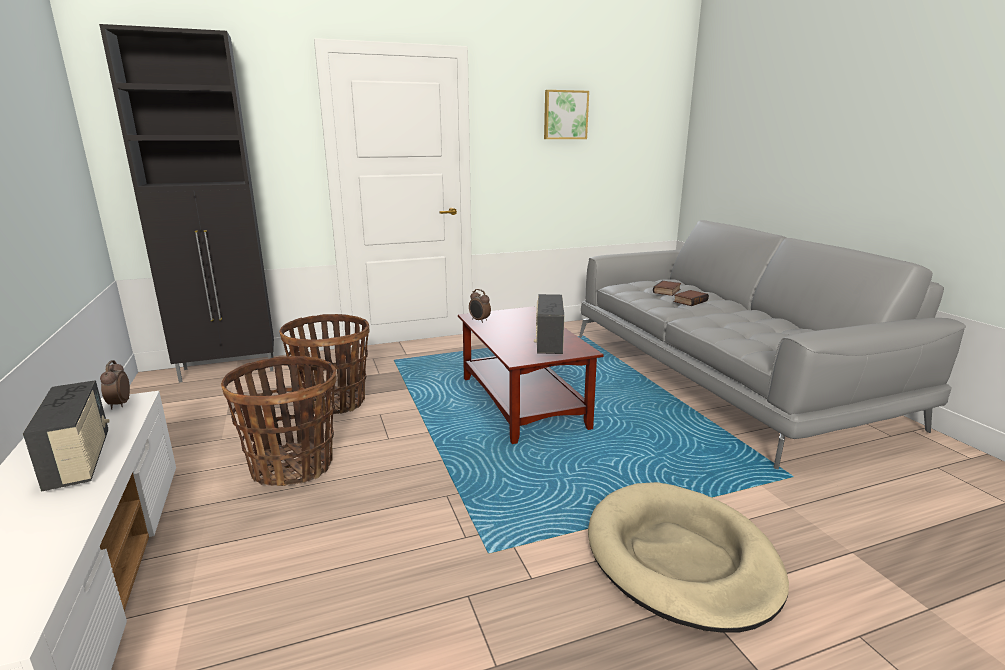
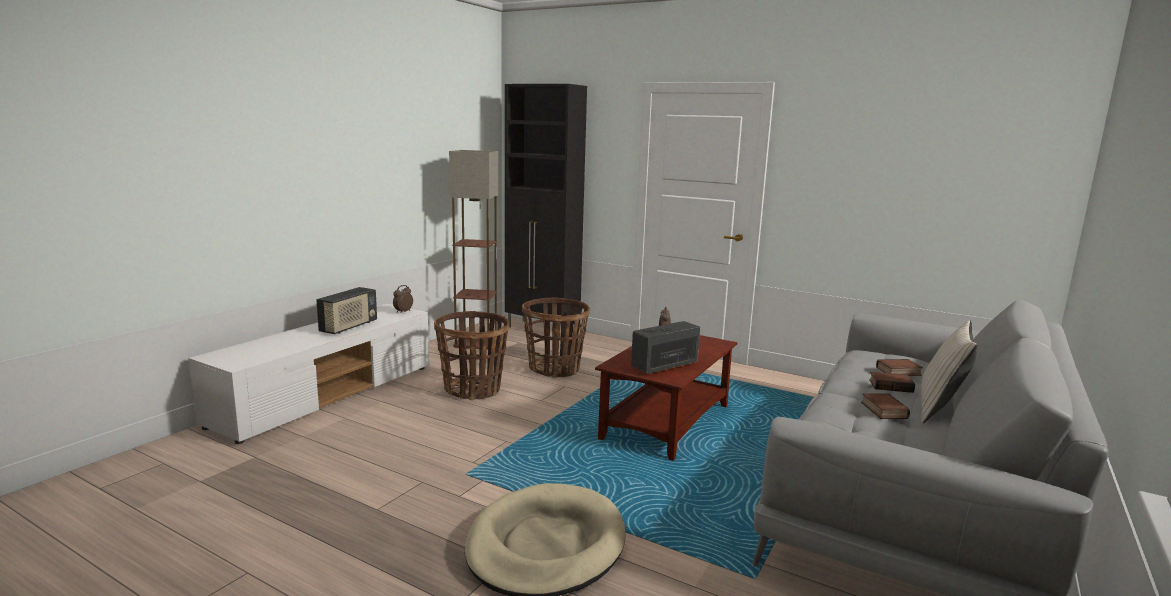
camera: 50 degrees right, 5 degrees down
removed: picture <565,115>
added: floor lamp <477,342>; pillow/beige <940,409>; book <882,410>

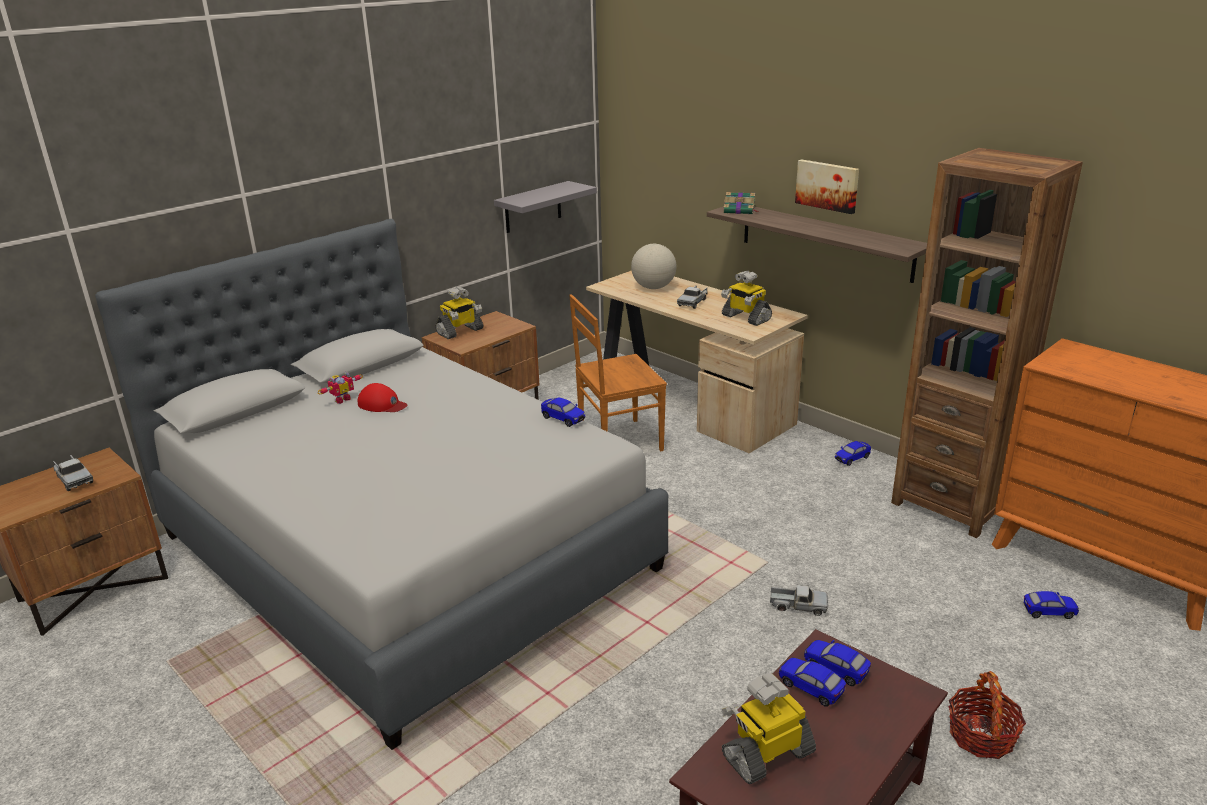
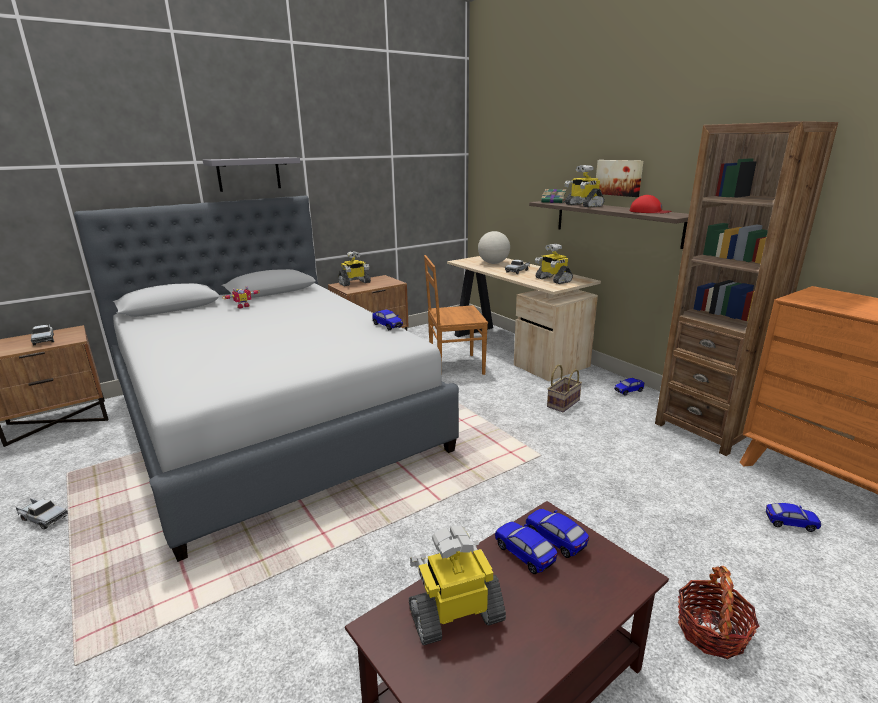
camera: 10 degrees right, 5 degrees down
added: toy robot <583,205>; basket <563,403>
moved: shelf/grey <533,207> to <249,174>; cap/red <382,404> to <649,211>; toy truck <798,606> to <43,518>

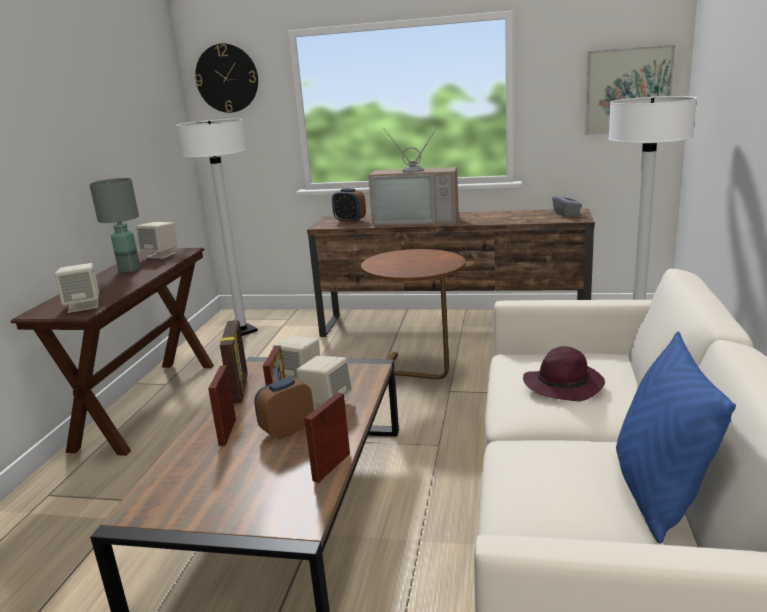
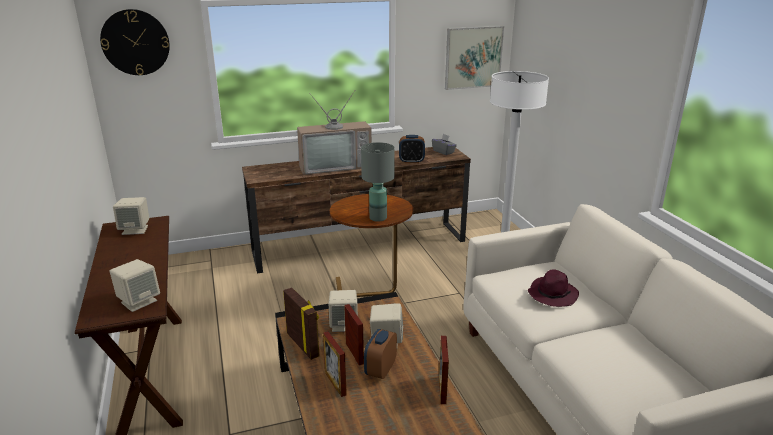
camera: 30 degrees left, 5 degrees up
removed: floor lamp/white <242,331>; pillow/blue <657,494>
moved: table lamp/grey <130,270> to <378,218>; alarm clock <350,221> to <411,161>

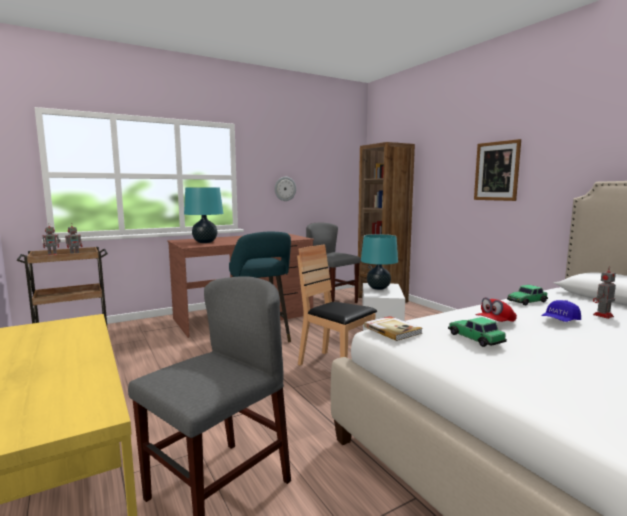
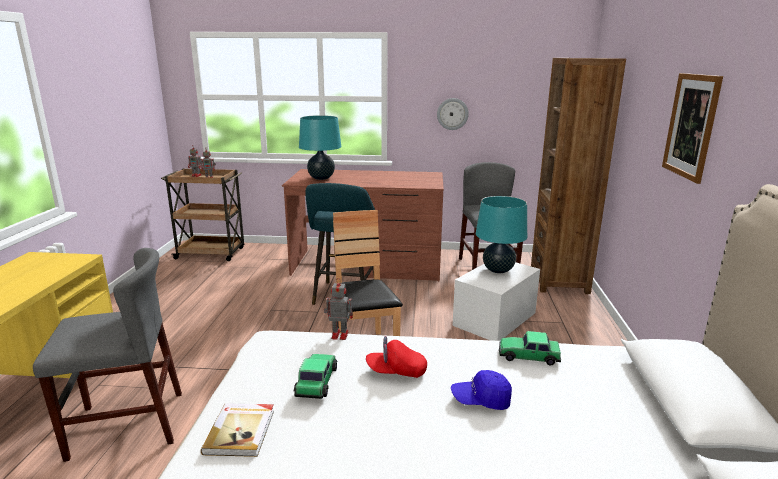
camera: 35 degrees right, 10 degrees up
moved: toy robot <602,316> to <338,335>; book <392,330> to <241,431>

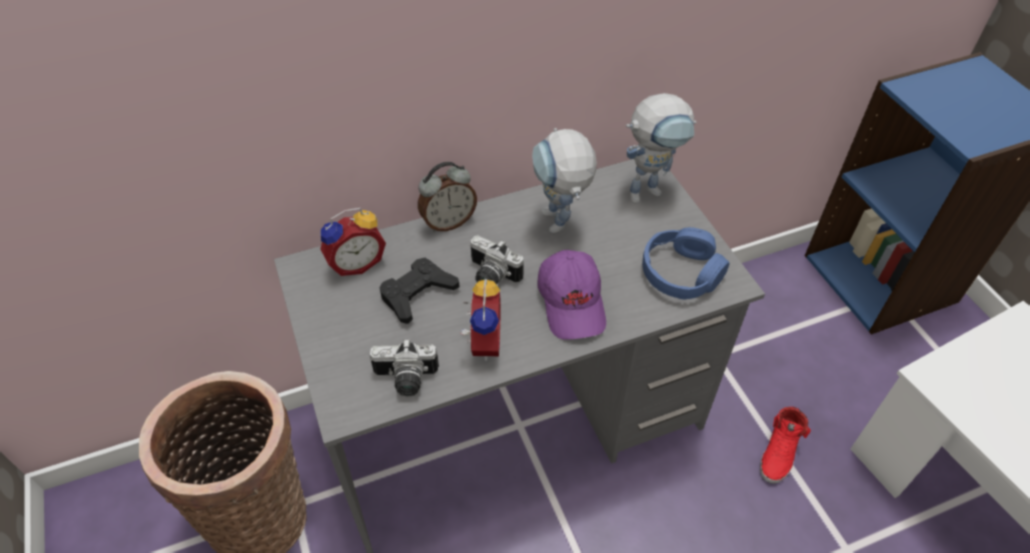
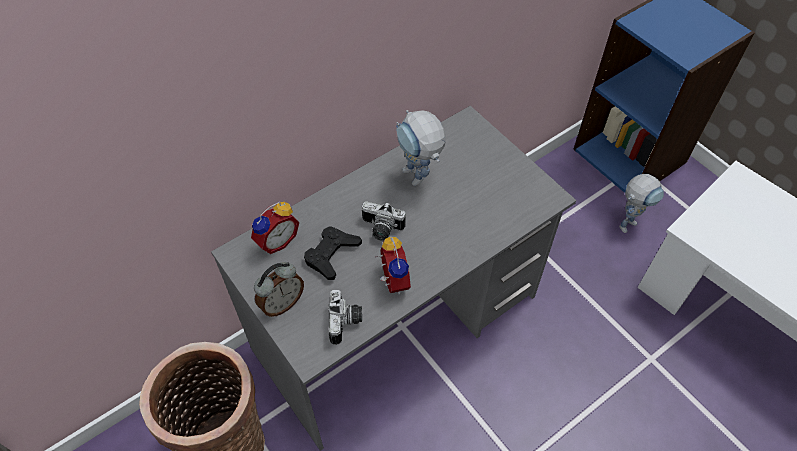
camera: 15 degrees left, 5 degrees up
removed: headphones/blue <681,273>; cap/purple <572,303>; shoe/red <779,452>
moved: toy robot <650,190> to <629,221>; alarm clock <448,222> to <282,303>
turned: photo camera <405,380> = <346,322> 75 degrees counterclockwise

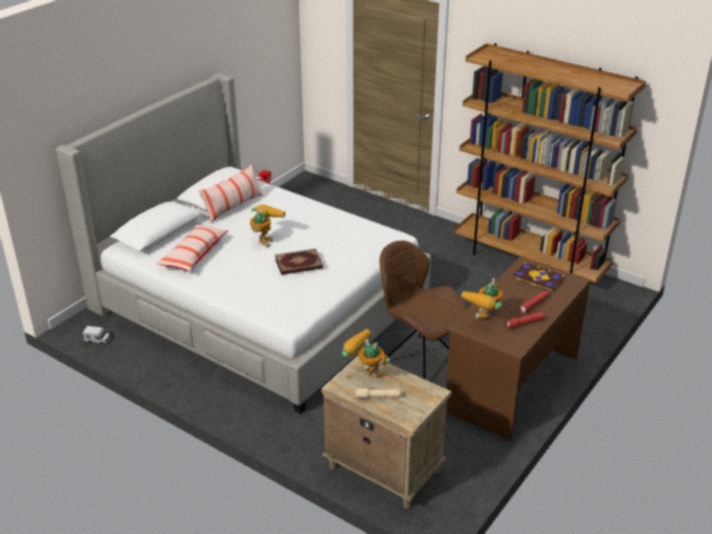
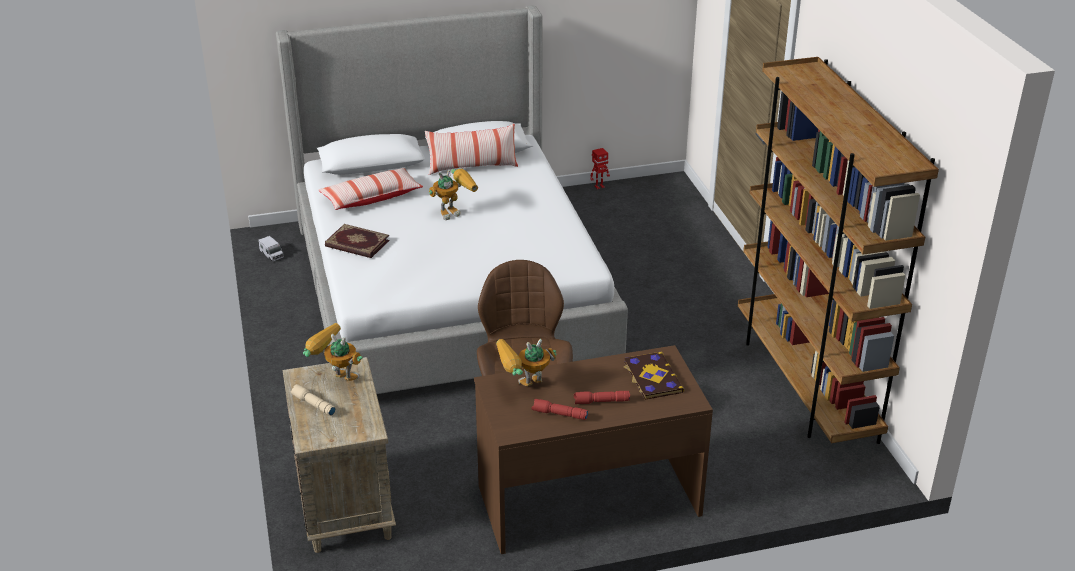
camera: 40 degrees right, 0 degrees up
moved: book <299,264> to <357,244>
turned: toy robot <365,374> = <336,378> 45 degrees counterclockwise

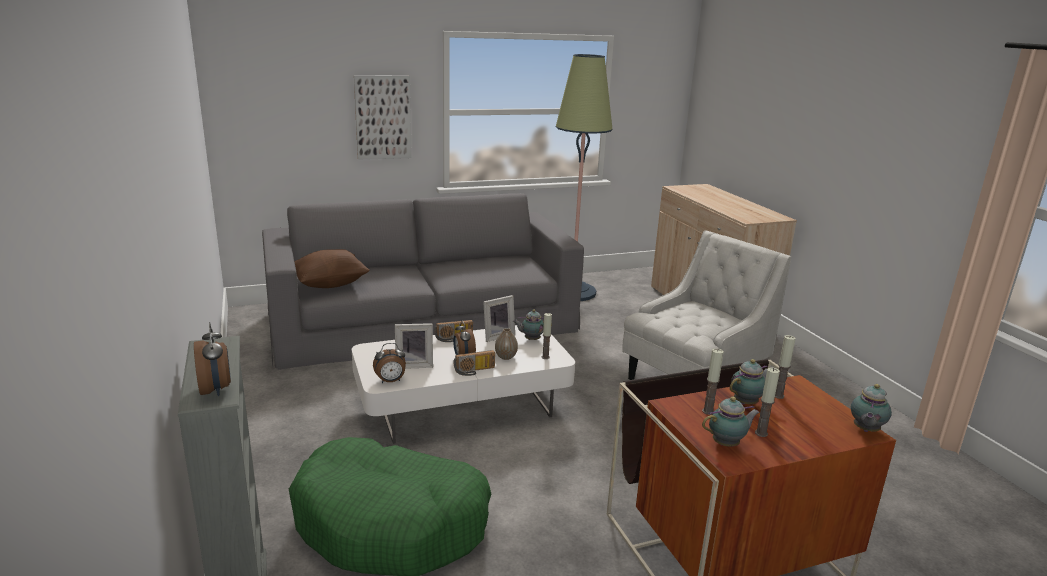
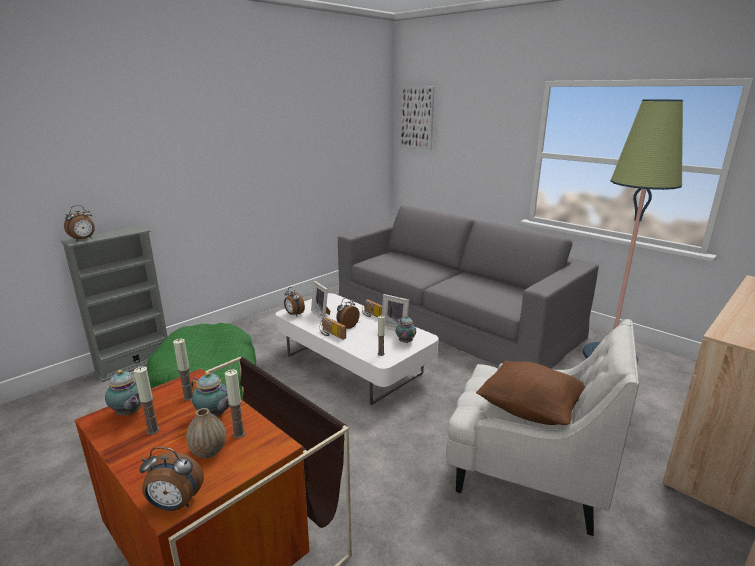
camera: 65 degrees right, 0 degrees up
moved: picture <383,117> to <417,118>; pillow/brown <330,284> to <531,410>; vase <506,357> to <208,451>
replaced: teapot <865,430> to alarm clock <175,505>

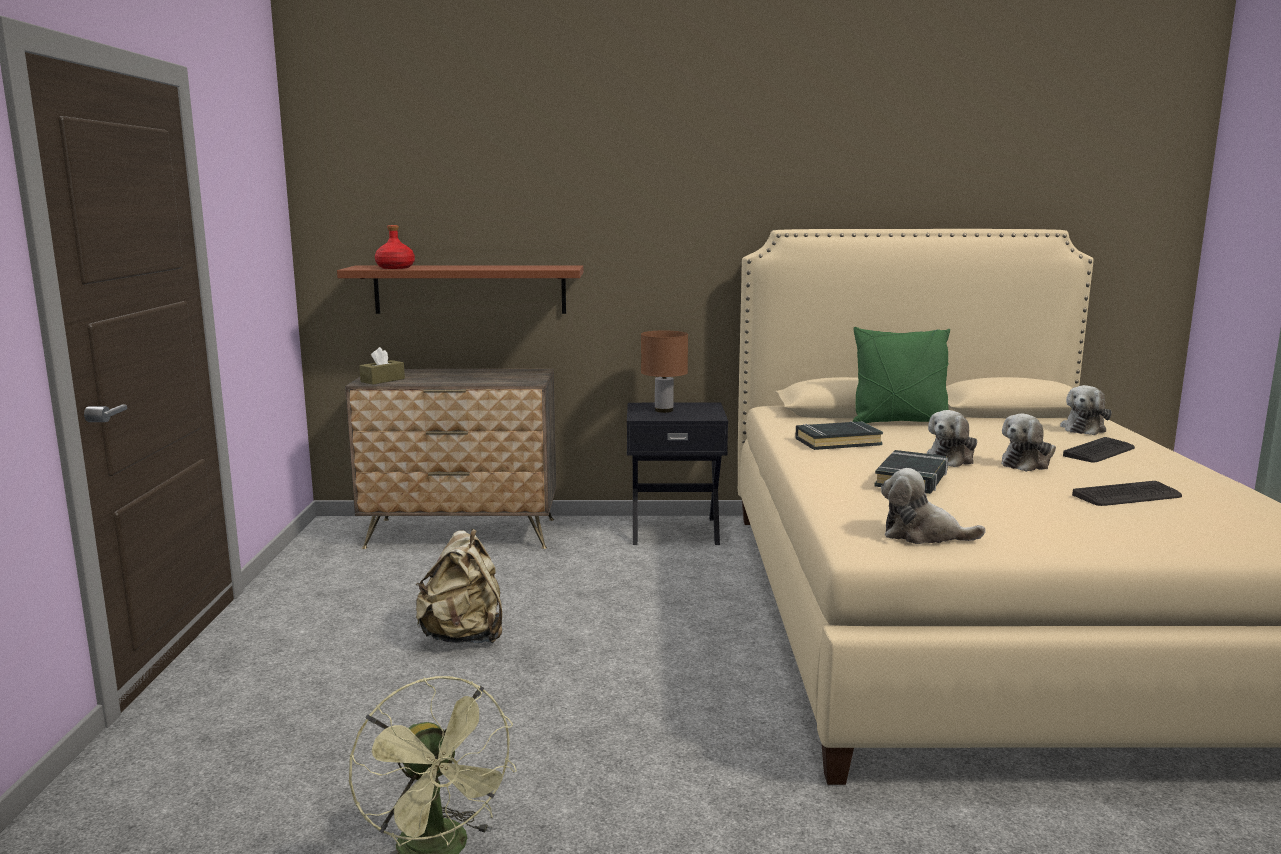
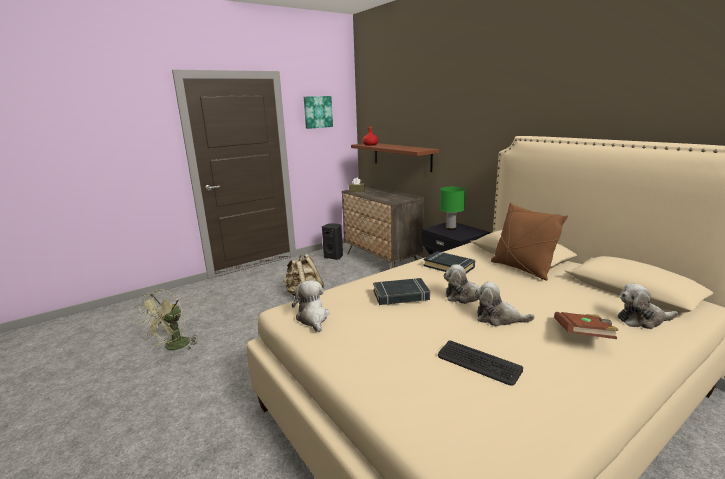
camera: 55 degrees right, 5 degrees up
added: picture <317,112>; speaker/black <334,257>
replaced: keyboard <1099,451> to book/brown <583,336>
recoloured: pillow/green <899,422> to pillow/brown <522,269>; table lamp/brown <664,410> to table lamp/green <451,228>

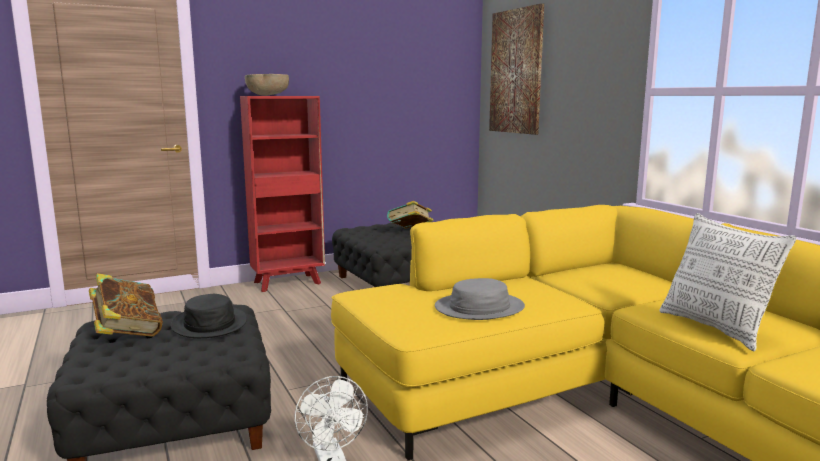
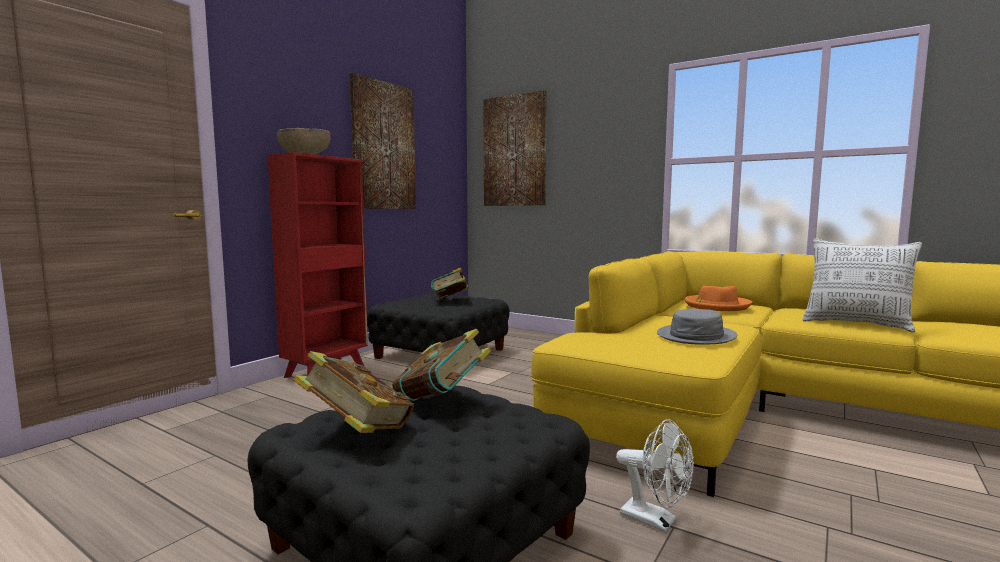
camera: 30 degrees left, 5 degrees down
added: picture <383,146>; hat/orange <716,306>
replaced: hat/black <210,323> to book <441,401>

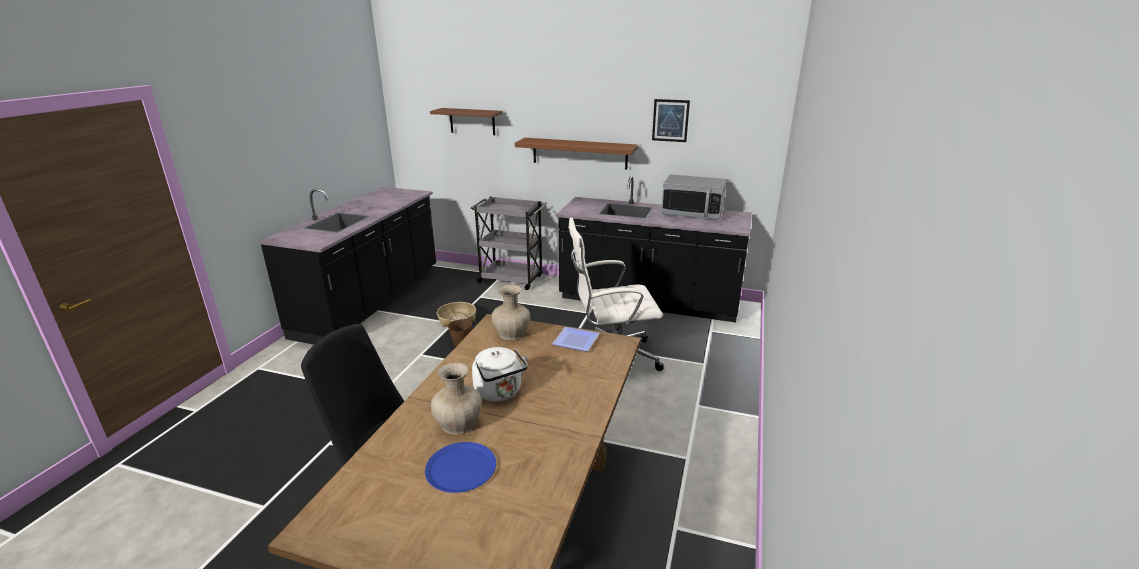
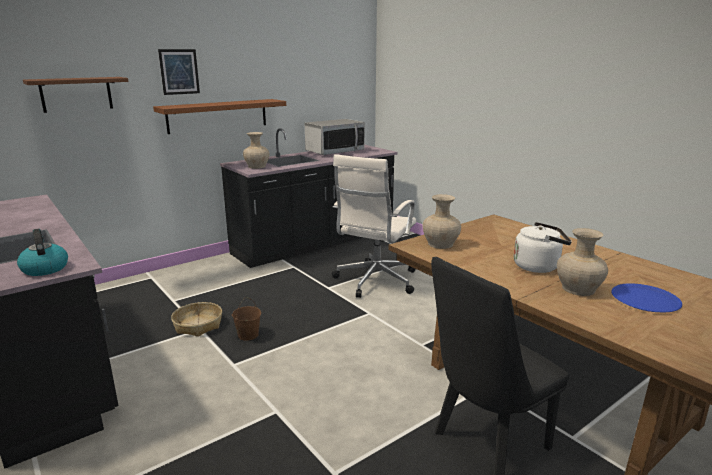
camera: 55 degrees left, 5 degrees down
removed: cart/grey <511,279>; plate <576,342>
added: vase/beige <256,166>; kettle <44,268>
moved: picture <670,120> to <179,71>

